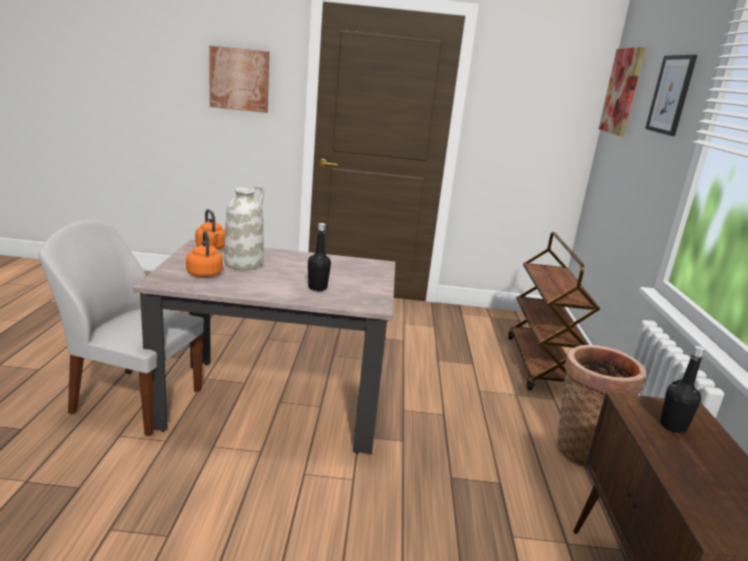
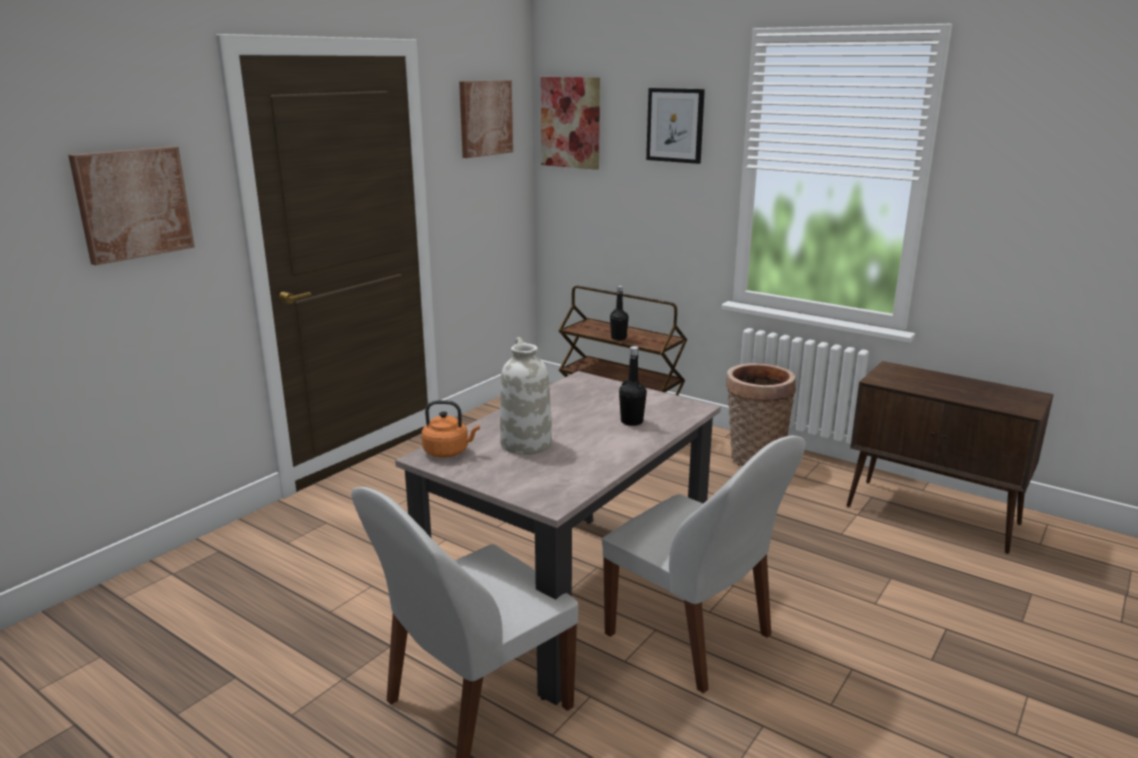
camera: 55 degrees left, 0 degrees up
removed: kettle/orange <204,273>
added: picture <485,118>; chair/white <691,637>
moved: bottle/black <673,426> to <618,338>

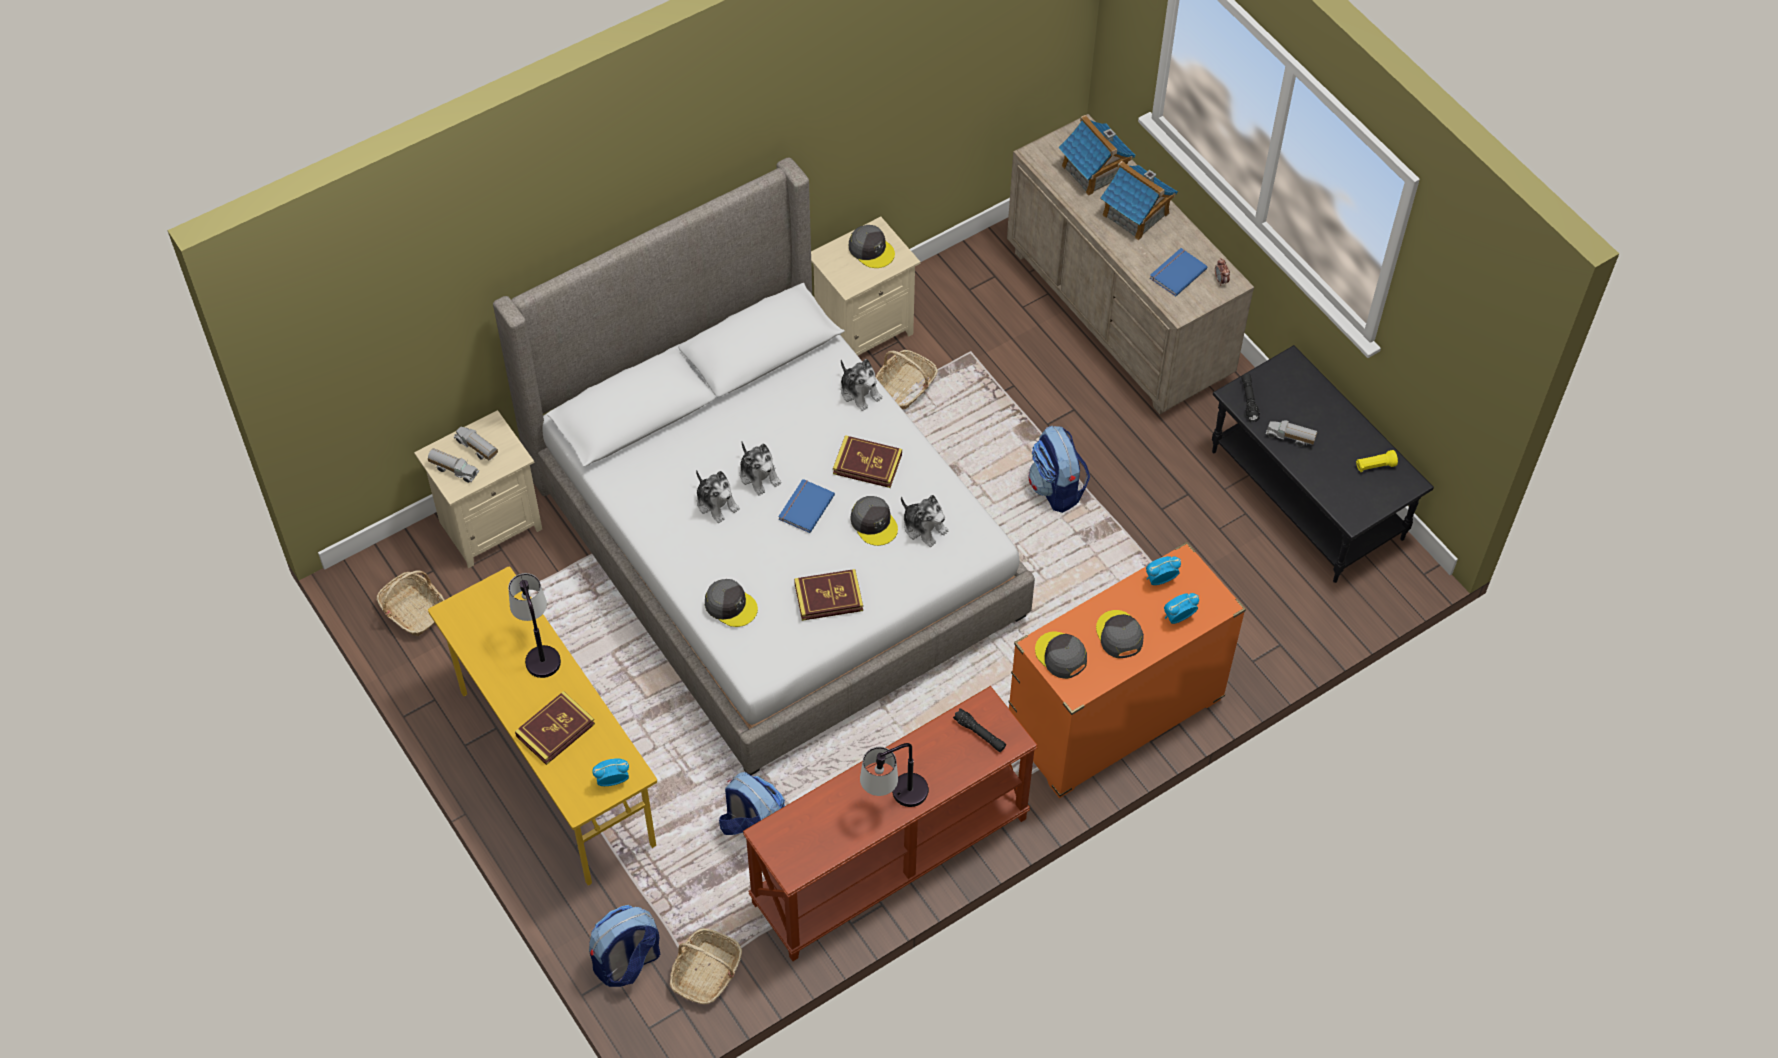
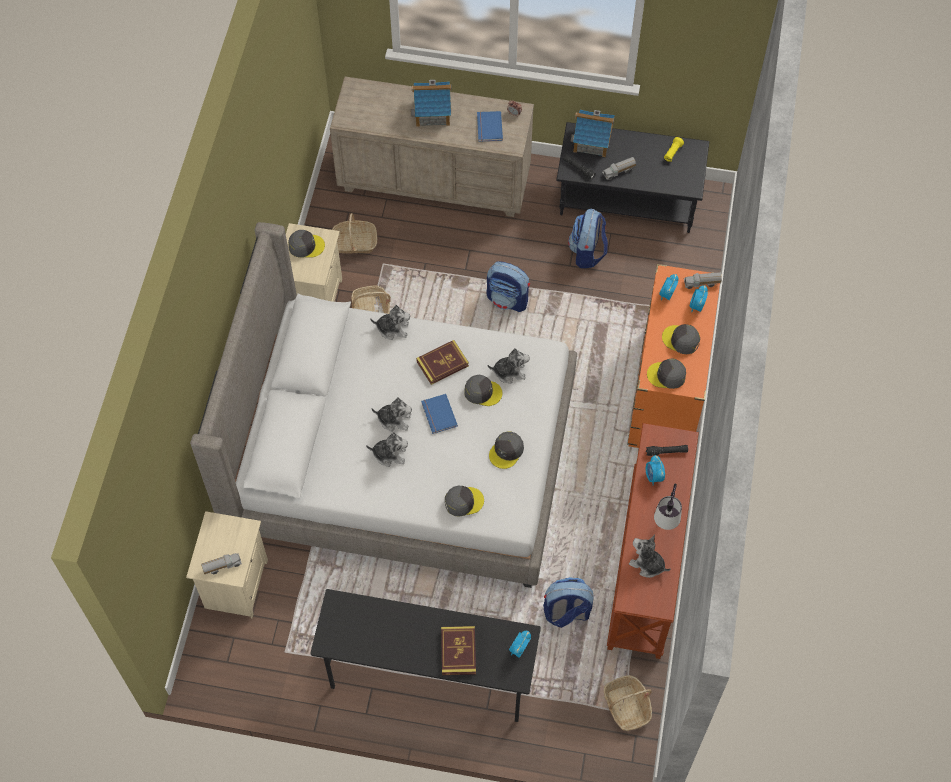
camera: 45 degrees left, 5 degrees up
removed: table lamp <538,649>
added: alarm clock <653,476>; plush toy <647,564>
moved: toy house <1094,171> to <592,141>; toy truck <476,448> to <702,283>; basket <413,610> to <354,243>; backpack <627,963> to <587,252>
replaced: book <828,597> to cap/grey <506,451>
recoloured: desk/yellow <555,768> to desk/black <428,679>

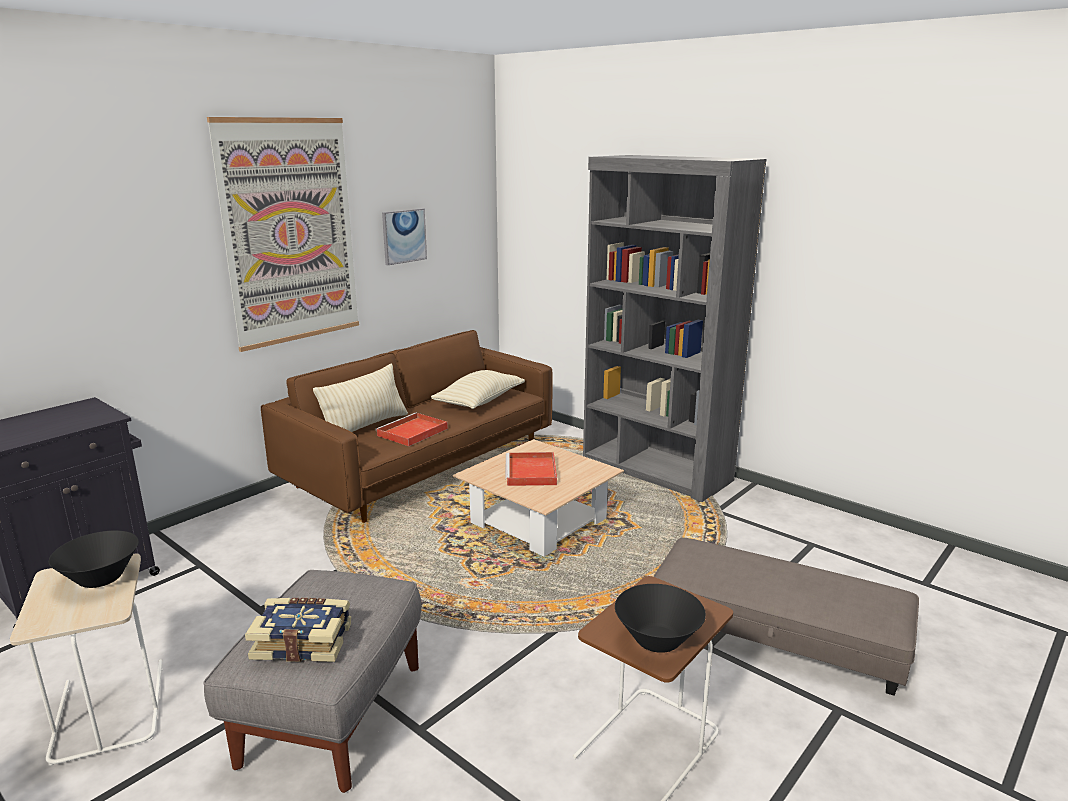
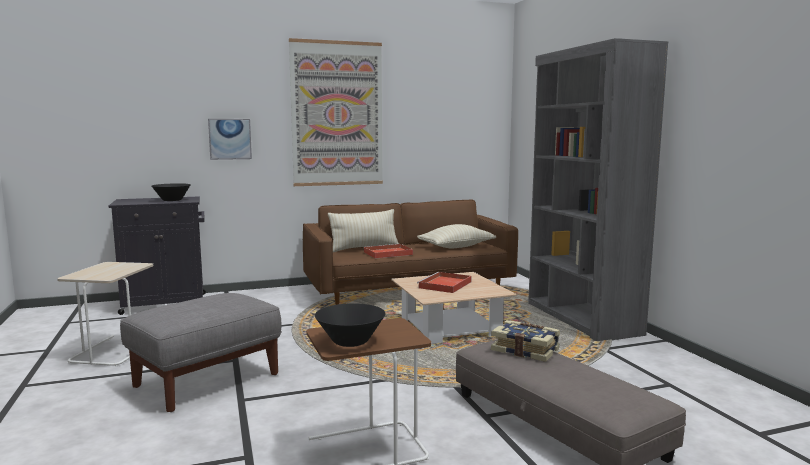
camera: 30 degrees right, 10 degrees down
moved: picture <404,236> to <230,139>; bowl/black <100,578> to <172,200>; book <303,641> to <525,350>

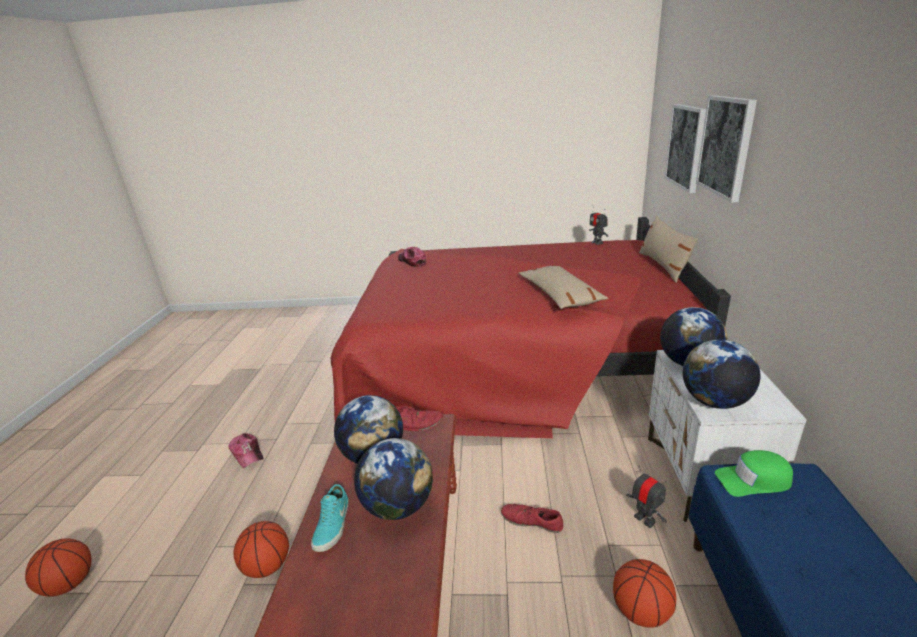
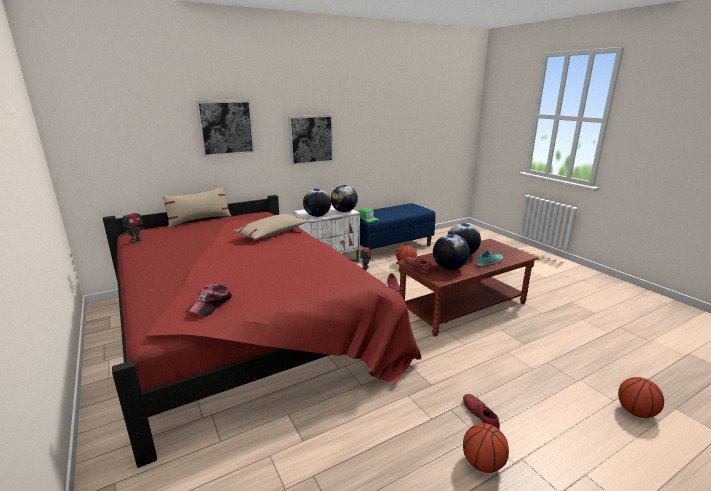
camera: 125 degrees left, 5 degrees down
moved: picture <686,146> to <311,139>; basketball <267,566> to <483,463>
replaced: cap <247,453> to shoe/red <480,415>

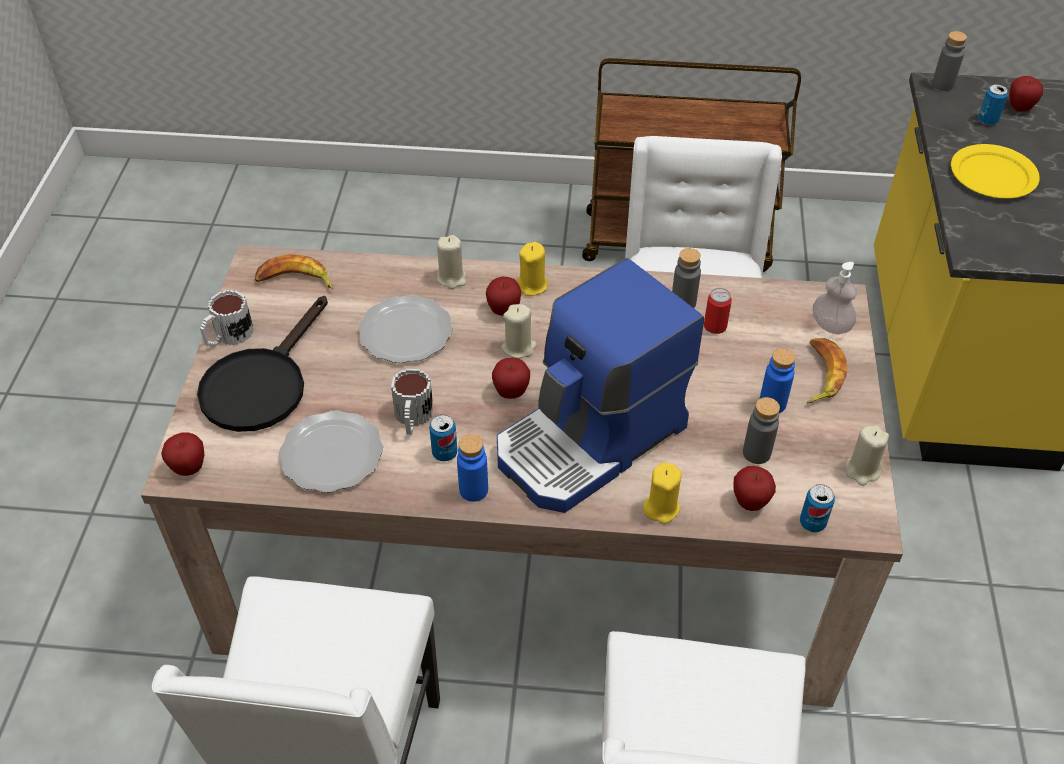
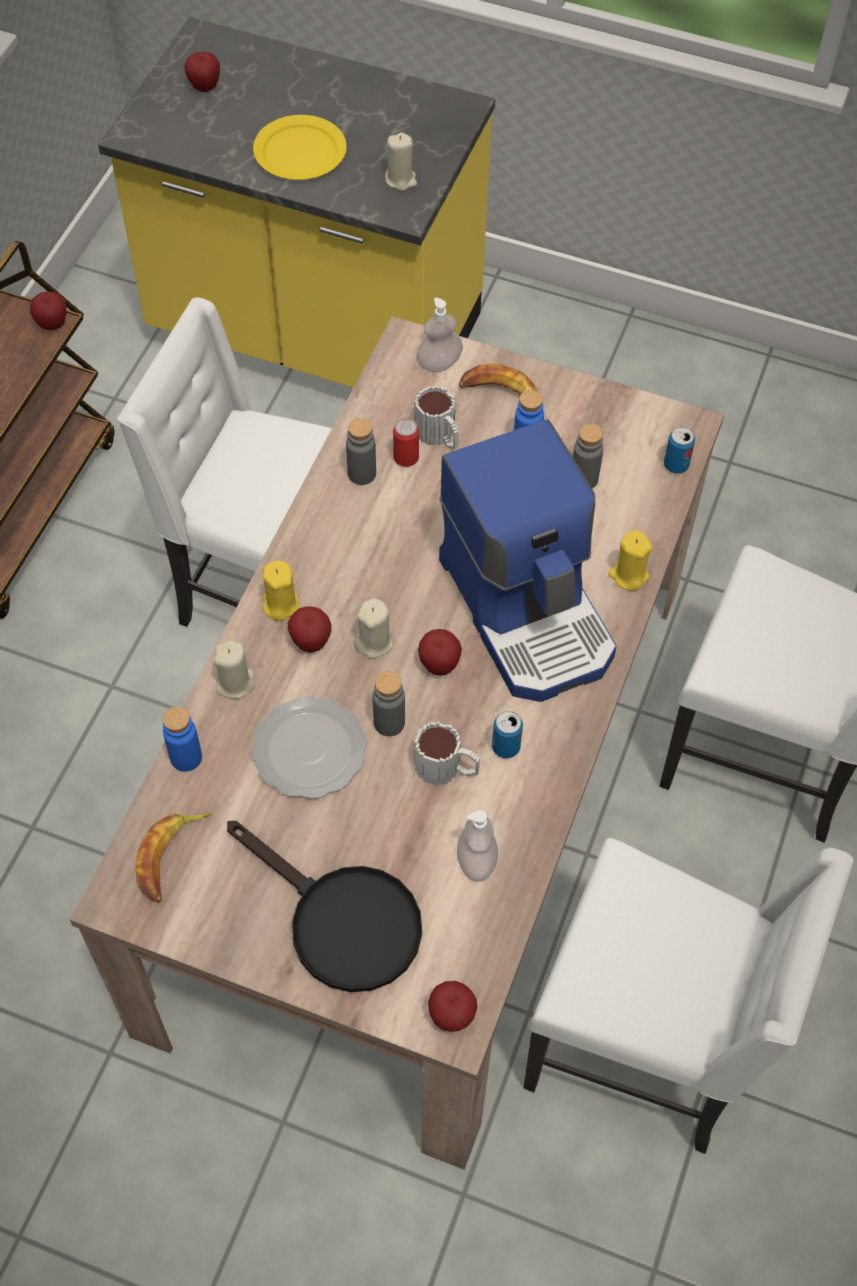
camera: 75 degrees left, 10 degrees up
removed: can <987,120>
moved: bottle/grey <942,84> to <389,722>; mug <228,336> to <439,436>; candle/beige <862,470> to <401,179>; bottle/blue <473,490> to <186,757>; apple <750,502> to <52,325>
replaced: plate <331,455> to soap dispenser <476,860>

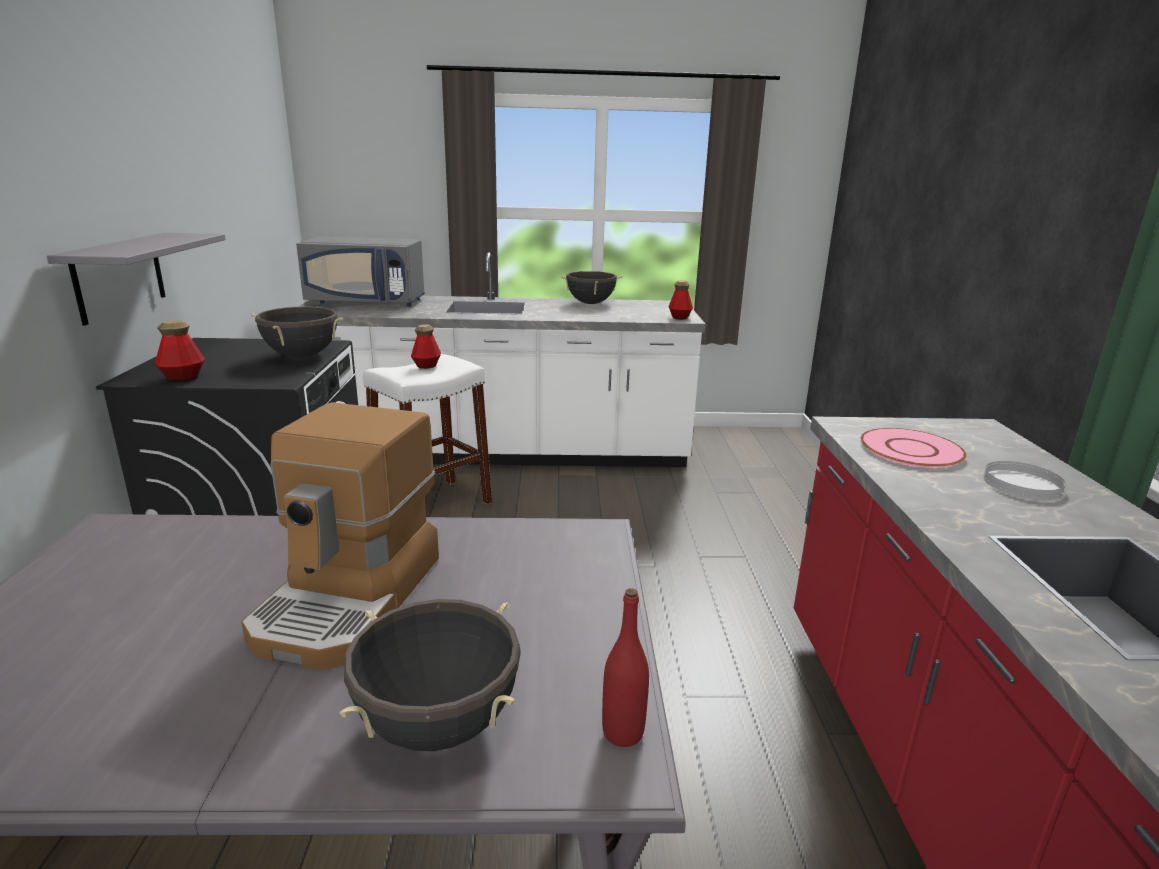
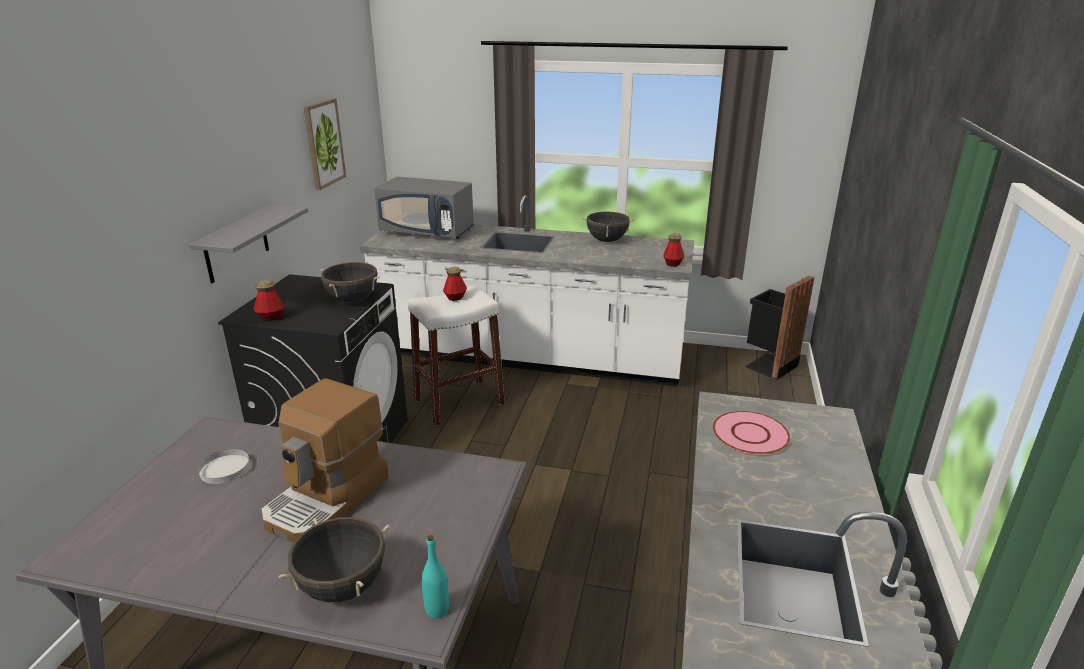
camera: 15 degrees right, 5 degrees up
added: picture <323,143>; trash can/black <769,365>
moved: plate/white <1022,484> to <225,469>
recoloured: bottle/red <623,732> to bottle/turquoise <437,610>

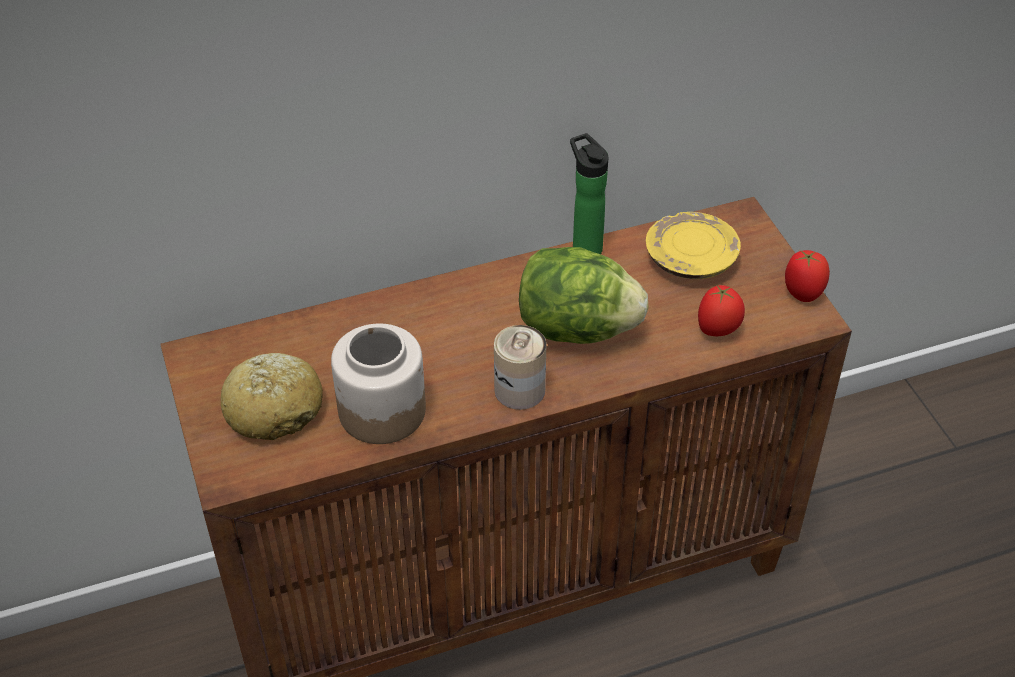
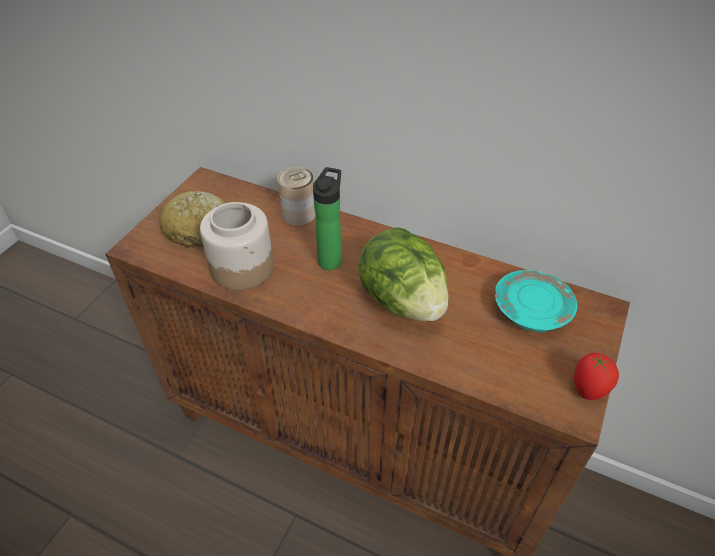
camera: 45 degrees right, 0 degrees up
removed: tomato <718,330>
moved: bottle <584,246> to <331,259>; can <519,390> to <298,214>
recoloured: plate/yellow <690,258> to plate/turquoise <531,310>

